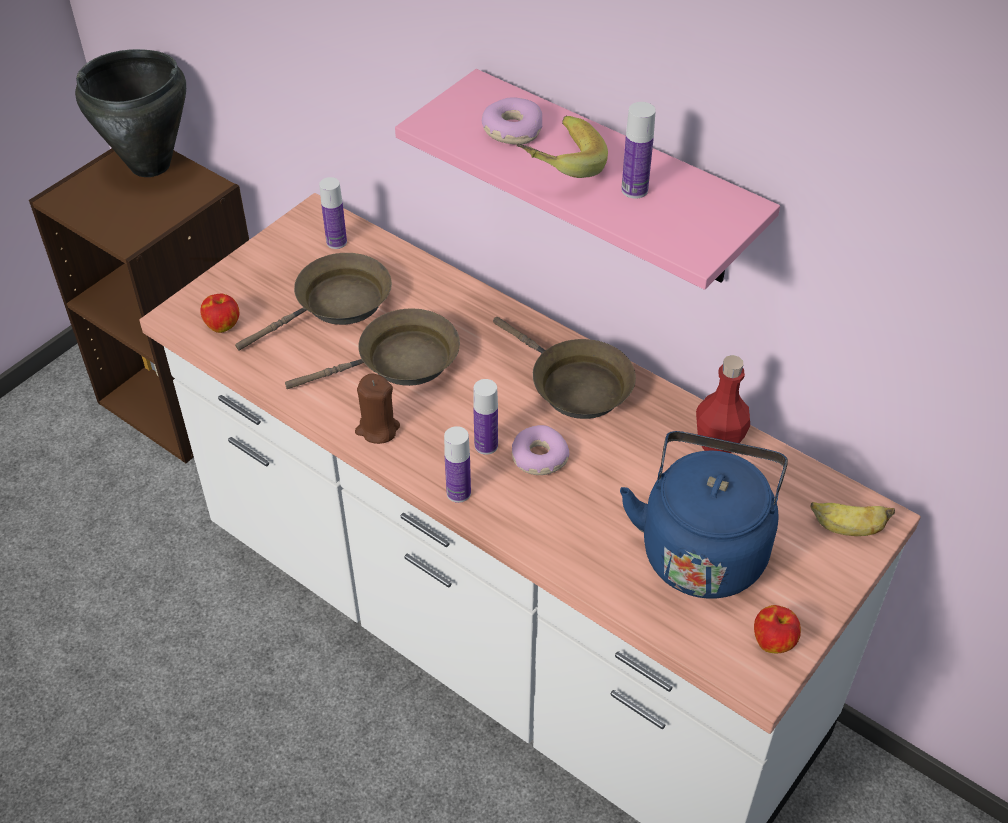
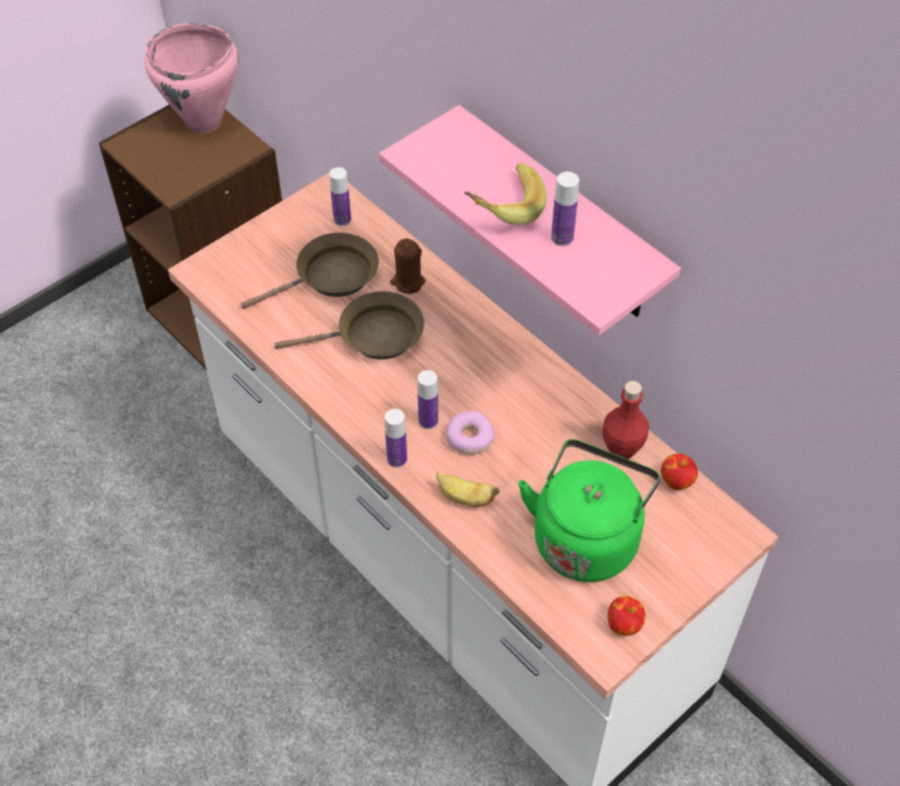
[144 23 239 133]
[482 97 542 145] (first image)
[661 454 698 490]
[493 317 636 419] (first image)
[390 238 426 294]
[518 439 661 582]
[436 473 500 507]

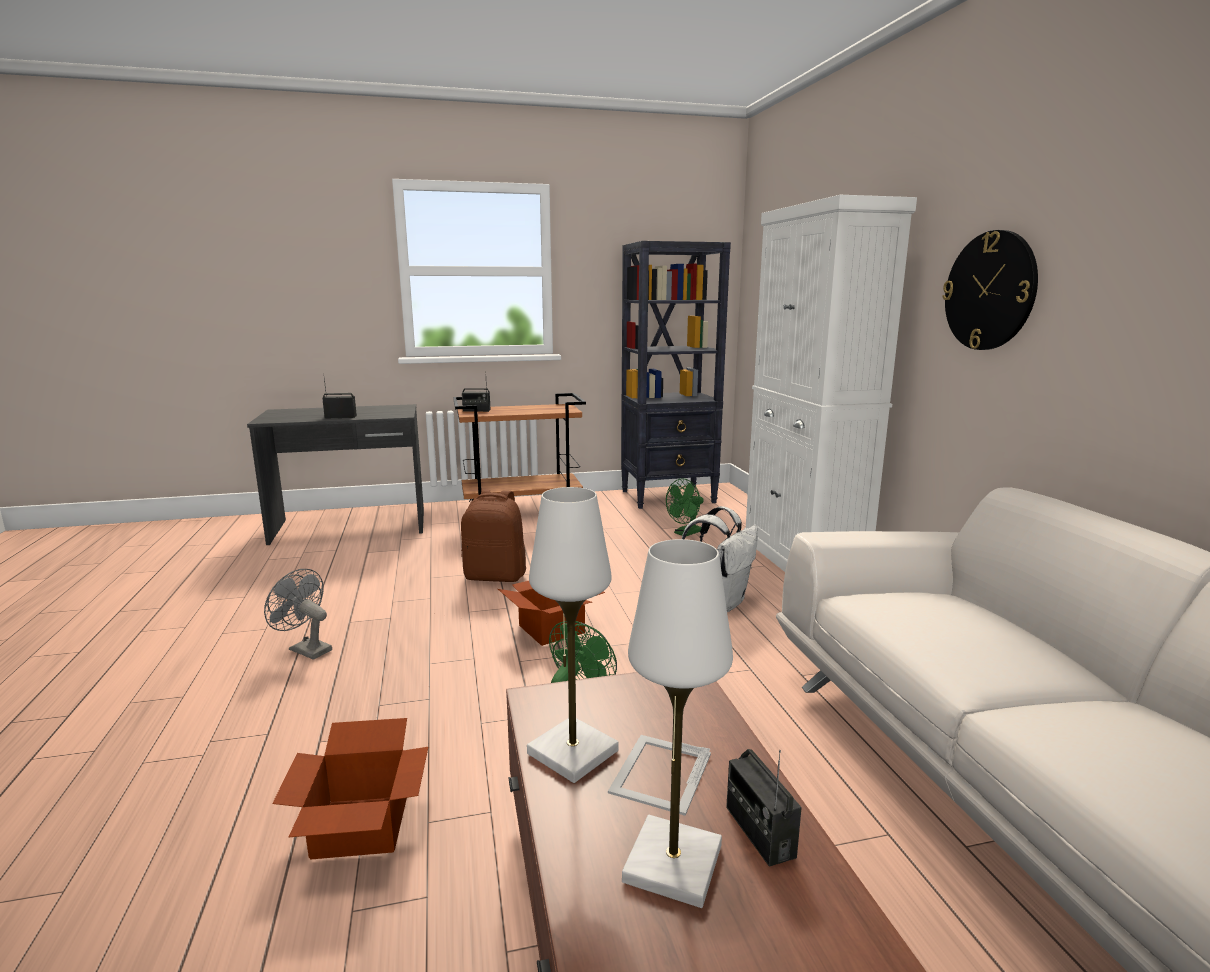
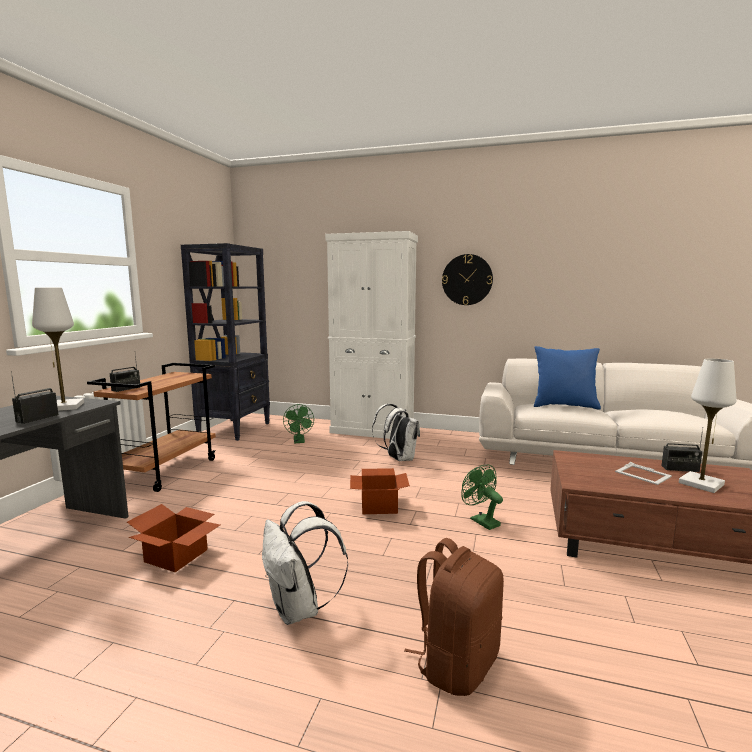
[32 288 84 411]
[404 538 504 696]
[262 501 348 625]
[127 504 220 572]
[534 346 601 410]

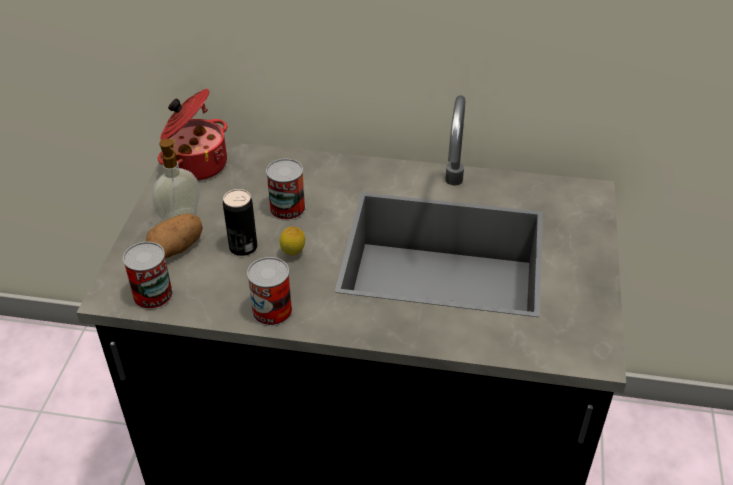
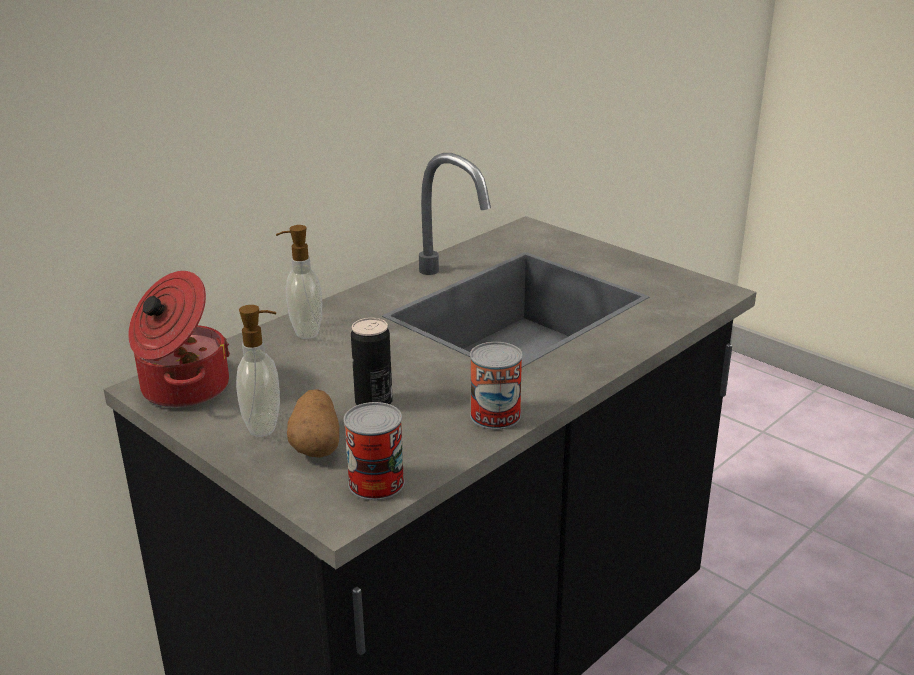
[266 159 305 221] (first image)
[280 227 305 255] (first image)
[276 225 322 339]

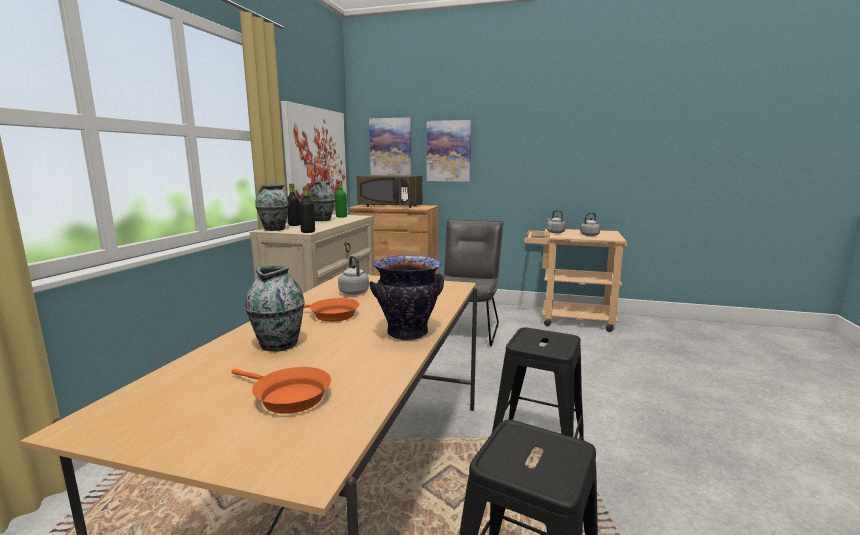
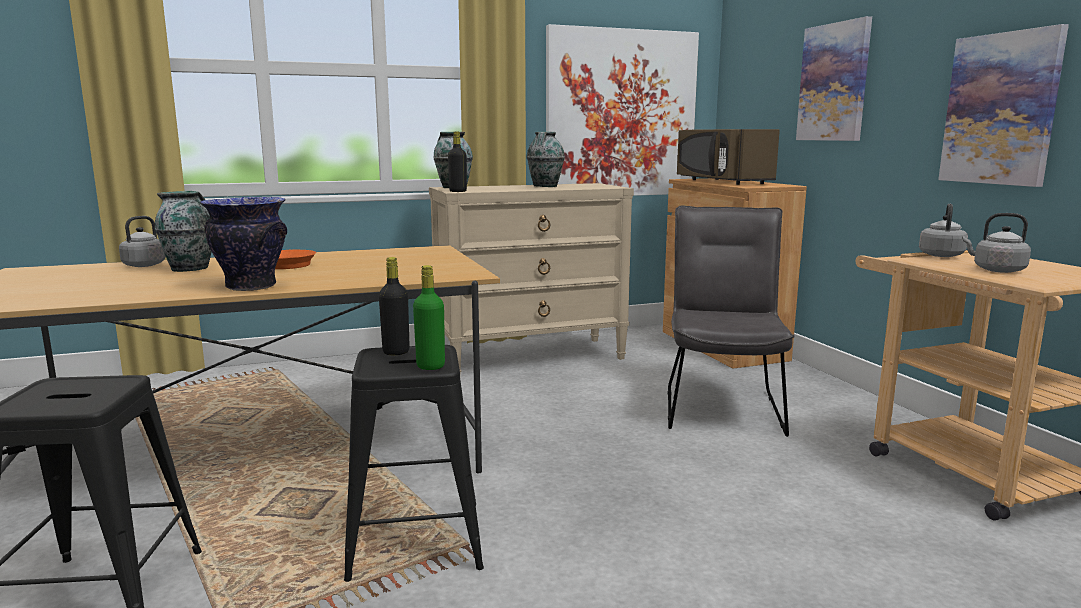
[938 24 1069 187]
[413 265 445 370]
[379 257 410 355]
[667 205 795 437]
[119 216 166 267]
[231 367 331 414] (first image)

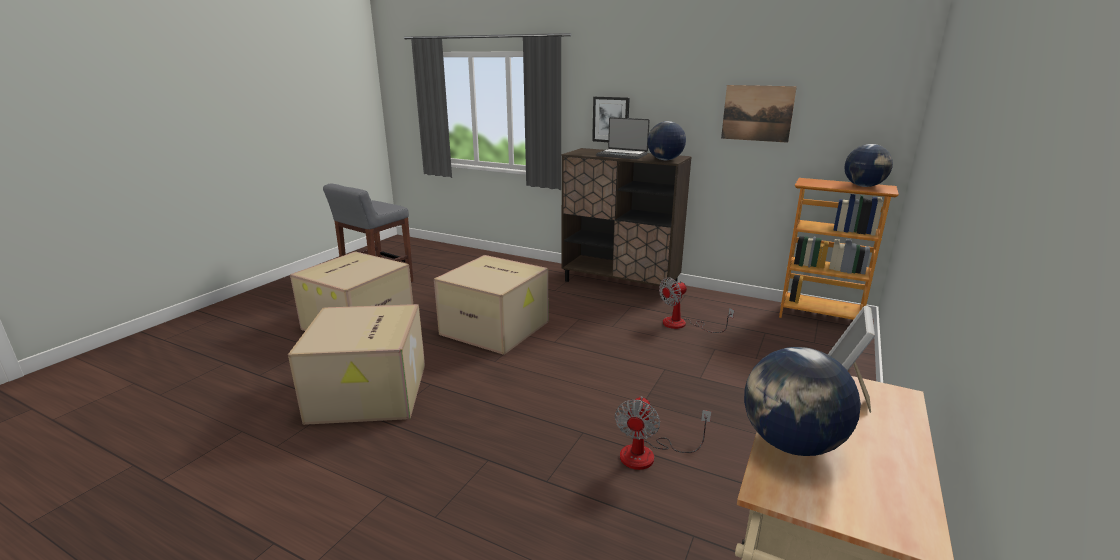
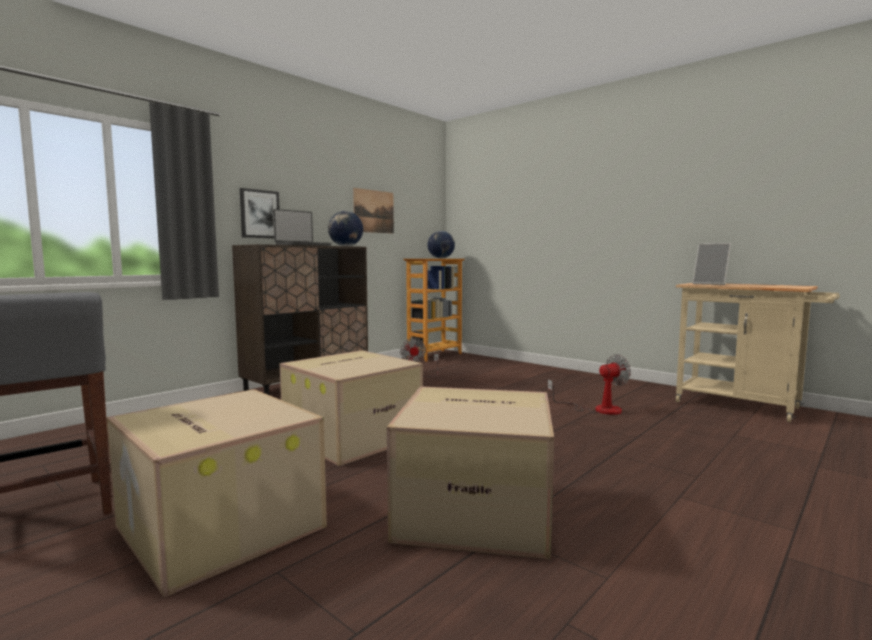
[744 347 861 456] (first image)
[548 354 631 415]

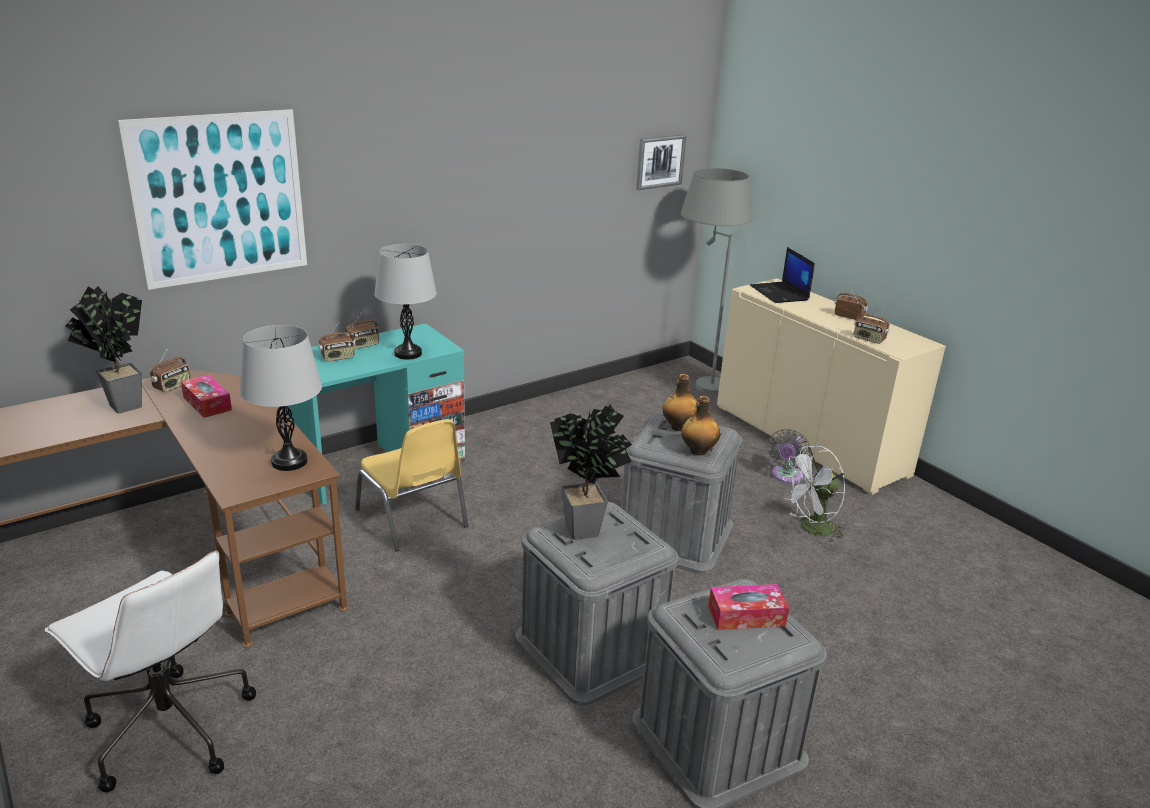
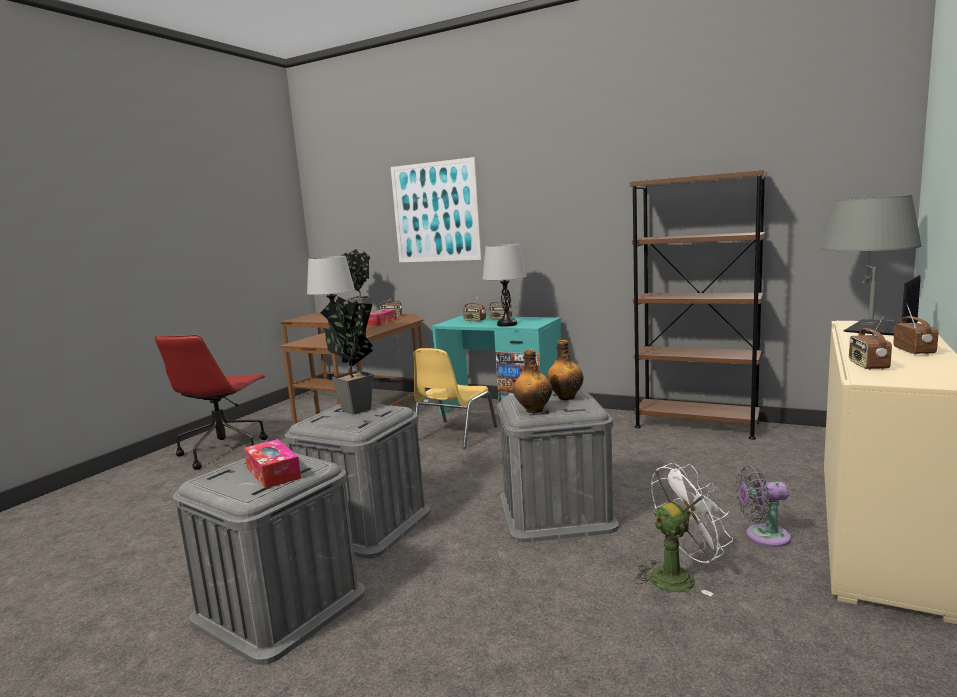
[636 135 686 190] (first image)
[634 463 733 596]
[155 335 268 470]
[630 170 767 440]

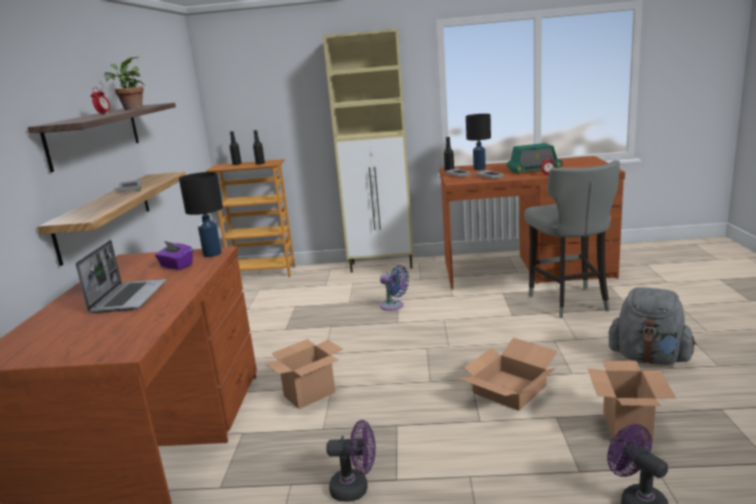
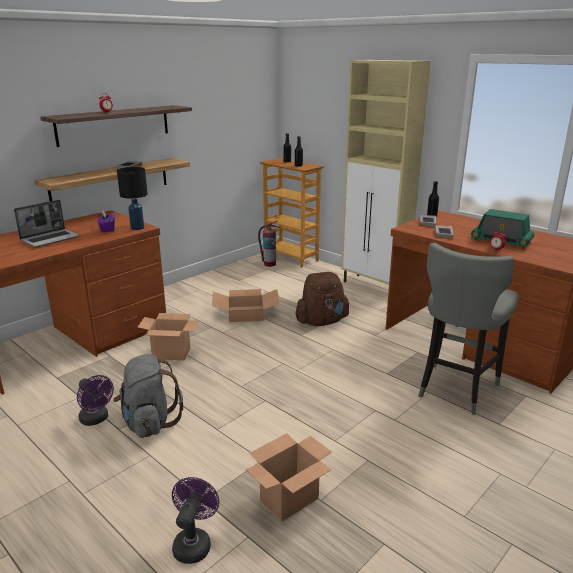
[104 57 145 110] (first image)
[466 114 491 170] (first image)
[295 272 350 326]
[113 354 183 438]
[212 289 280 322]
[258 221 280 267]

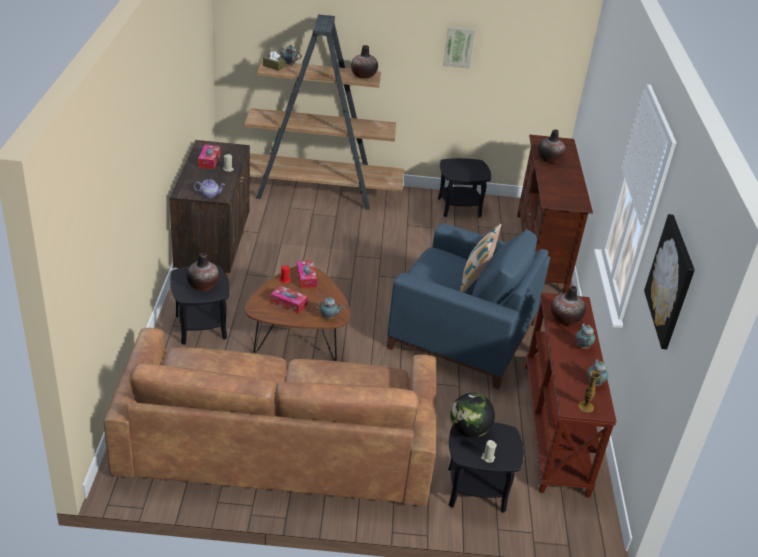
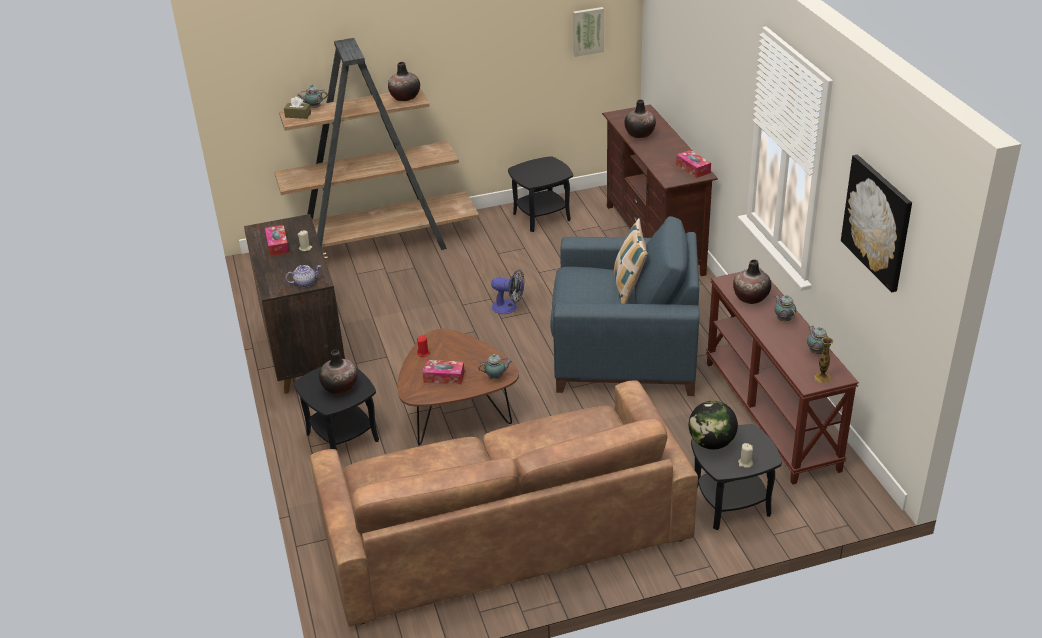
[573 7 604 57]
[676 150 711 178]
[491 270 524 314]

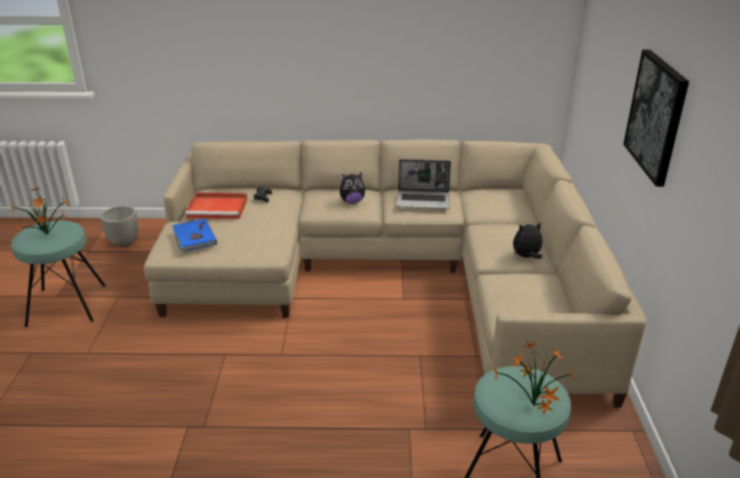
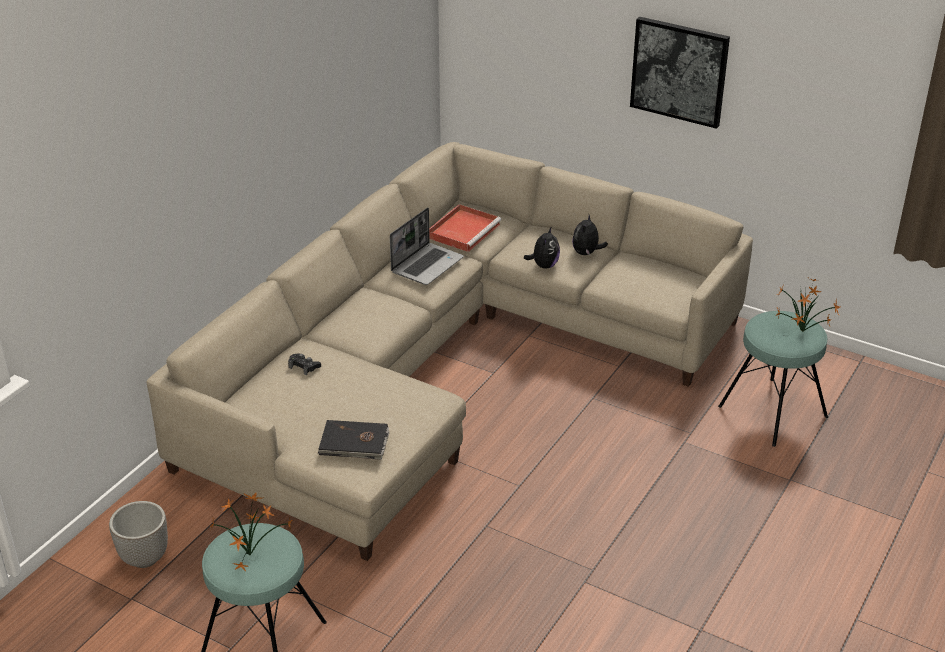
[524 226 560 269]
[429 204 501 252]
[318 420 390 460]

